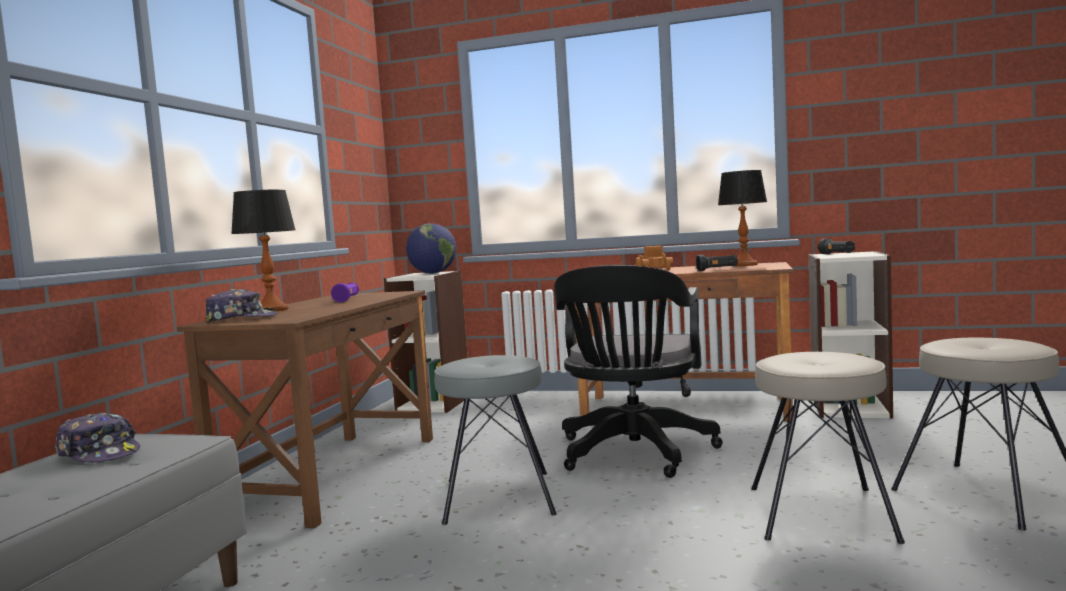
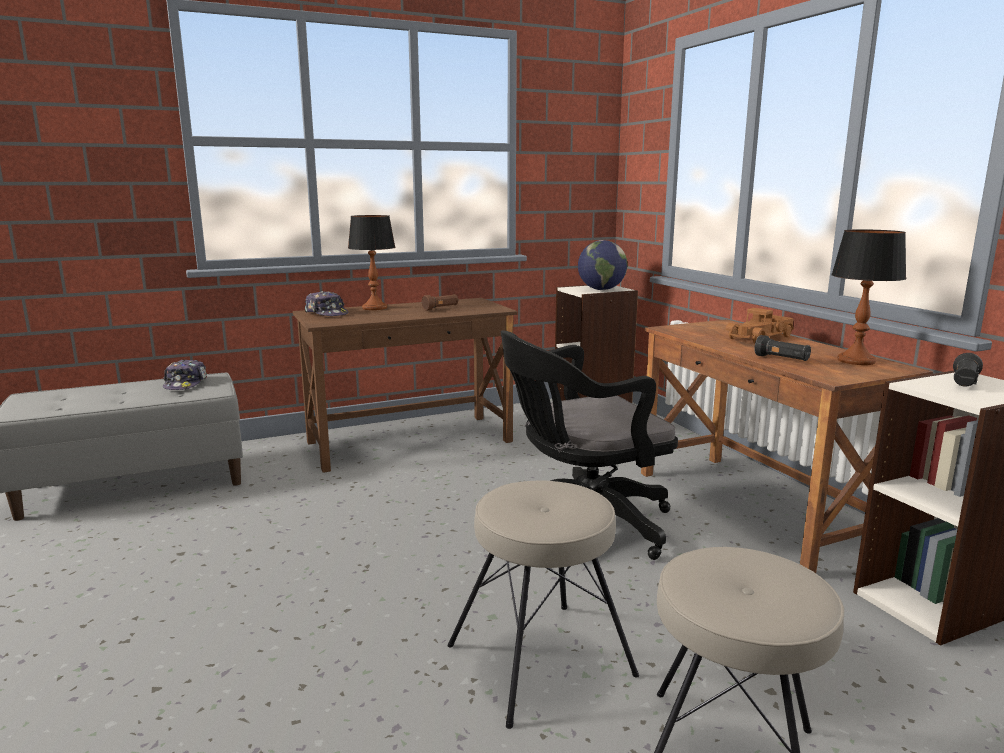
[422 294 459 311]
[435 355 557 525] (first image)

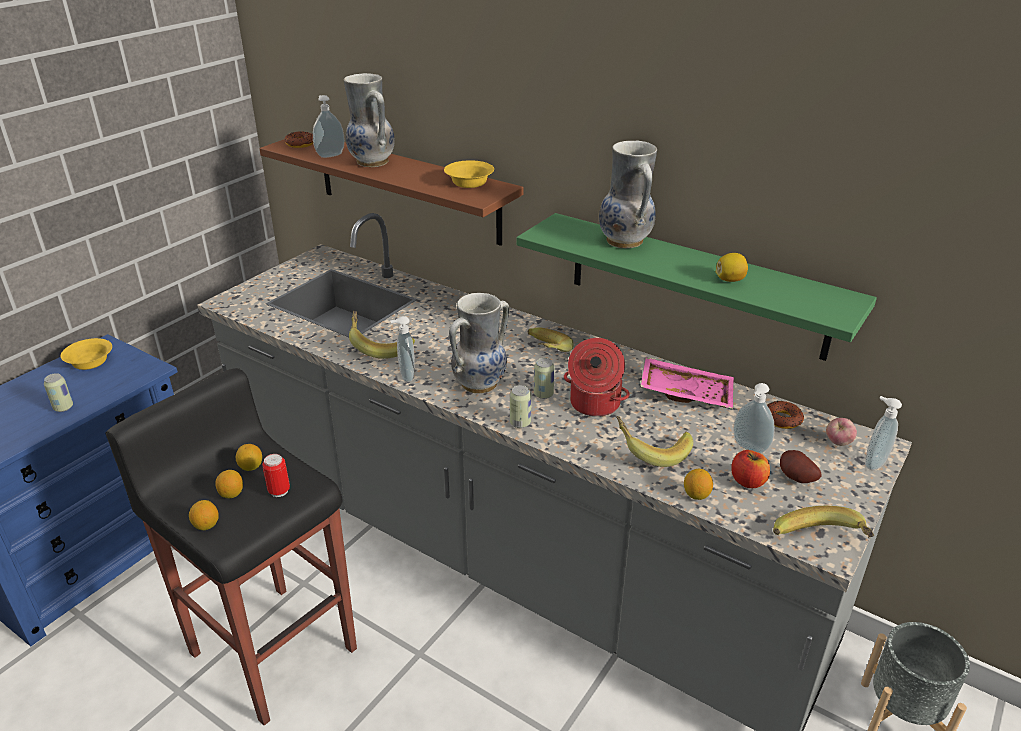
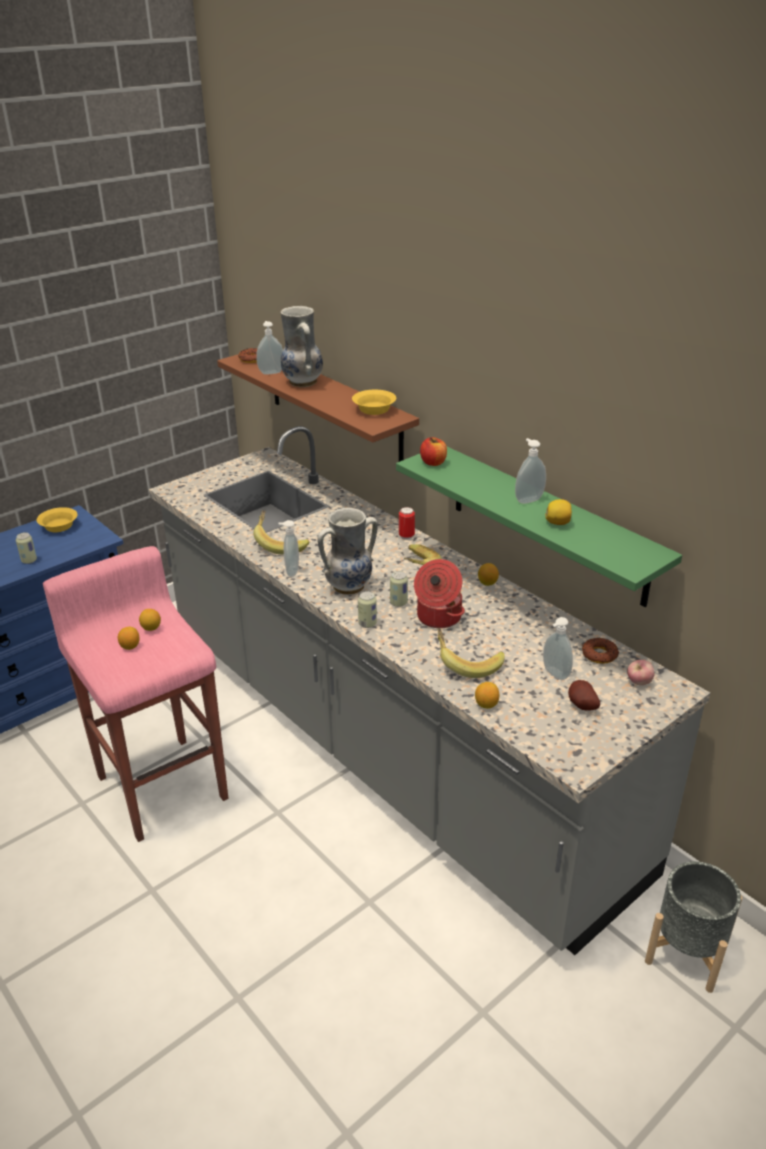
[599 141 657 248] (first image)
[640 357 734 409] (first image)
[43 546 228 842]
[515 438 546 504]
[420 437 447 466]
[399 507 415 540]
[478 563 499 586]
[773 506 874 538] (first image)

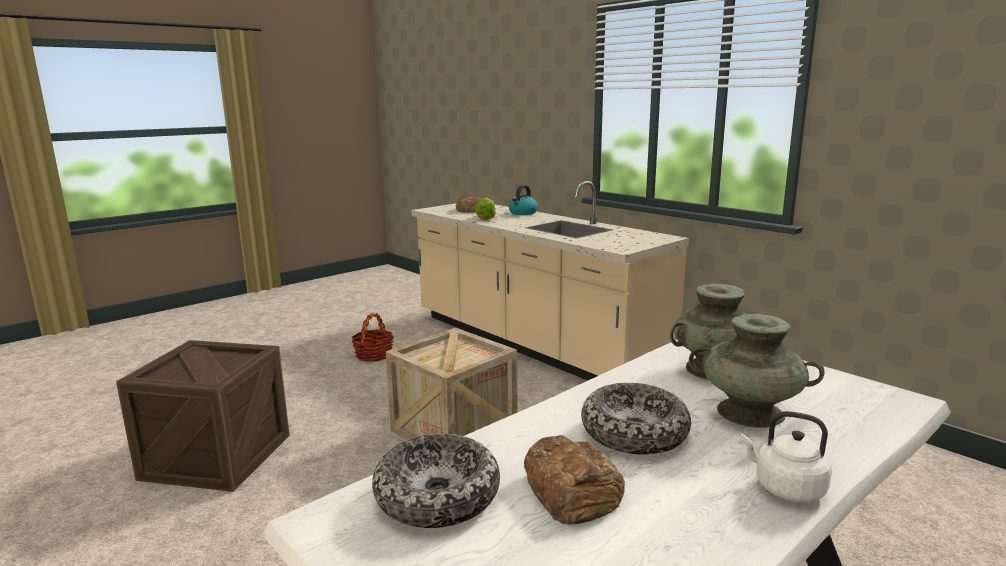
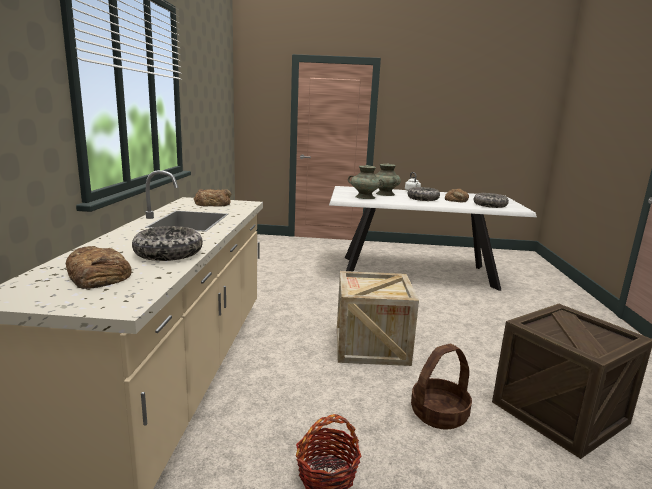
[509 185 538 215] (first image)
[132 226 203 261]
[194 189 232 206]
[411 344 472 429]

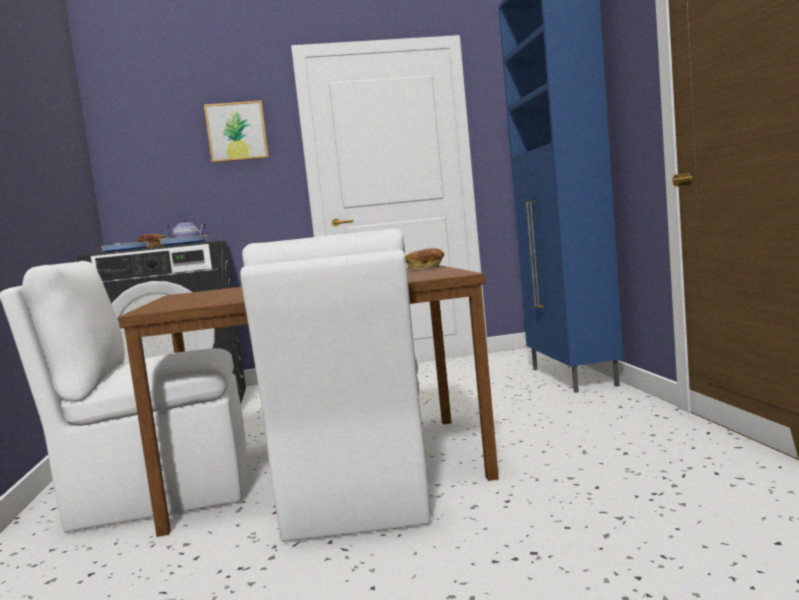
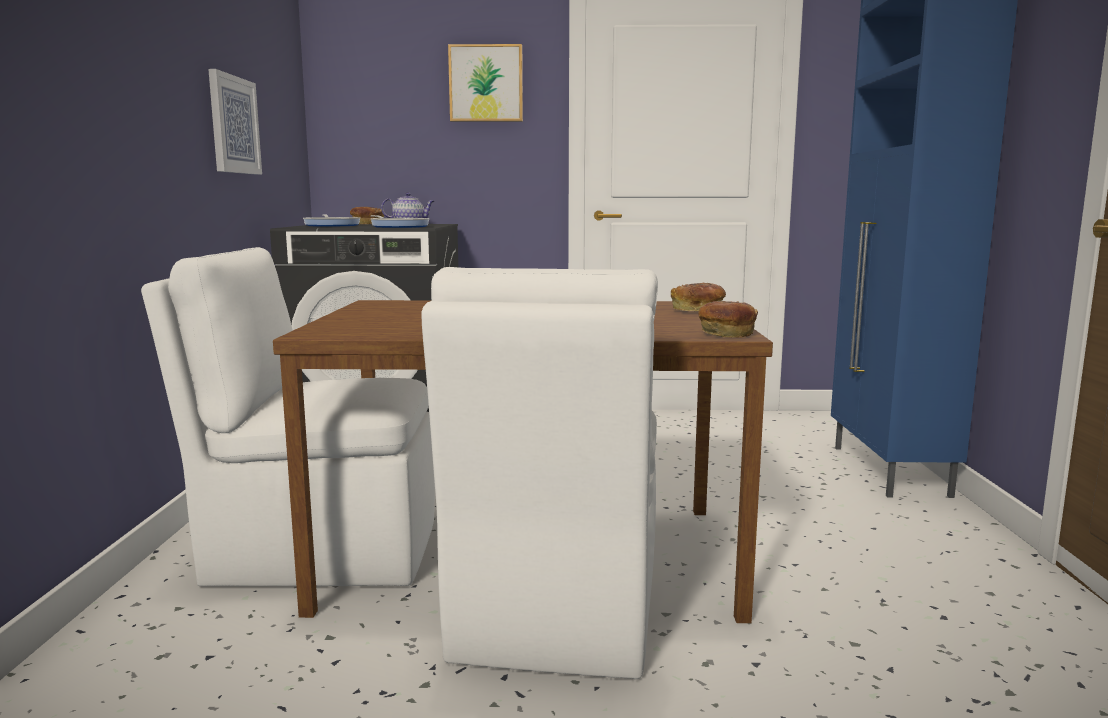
[208 69 262 175]
[698 301 758 338]

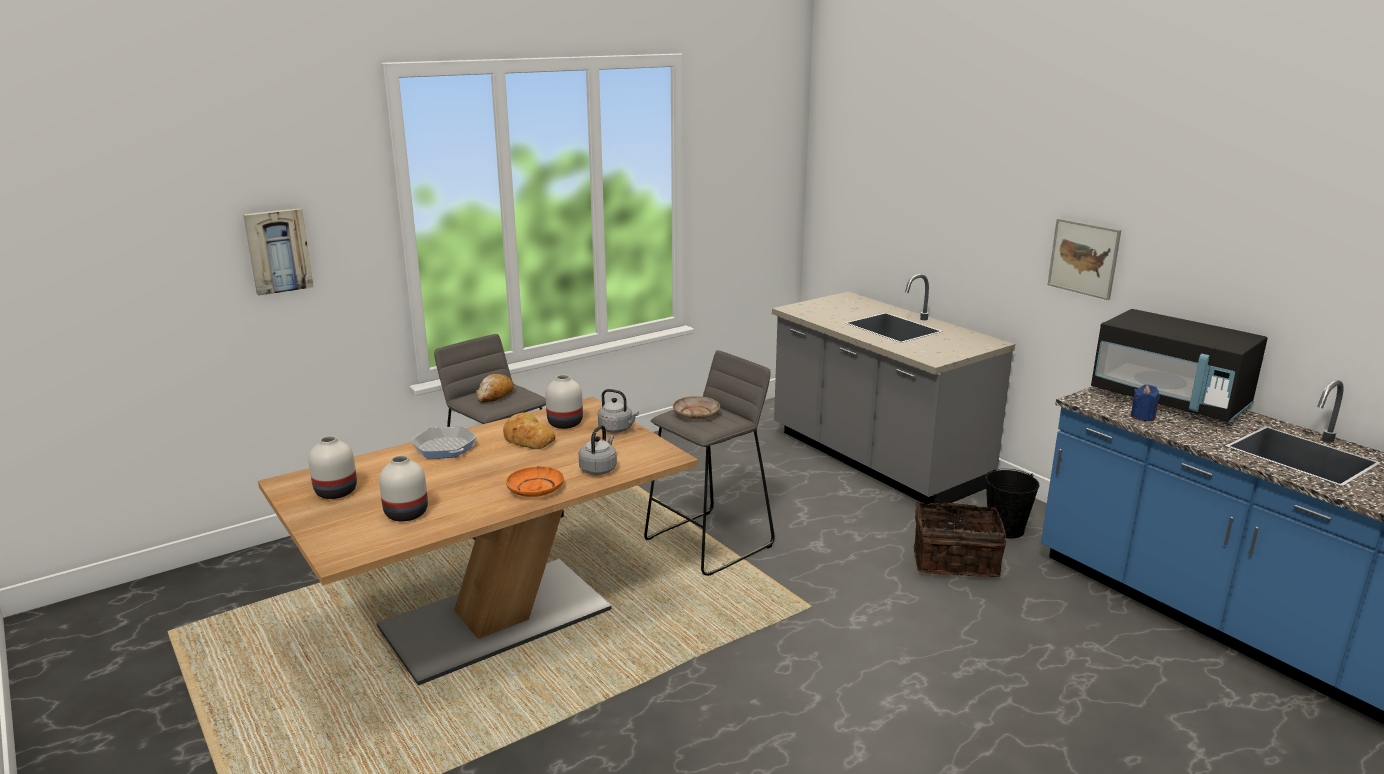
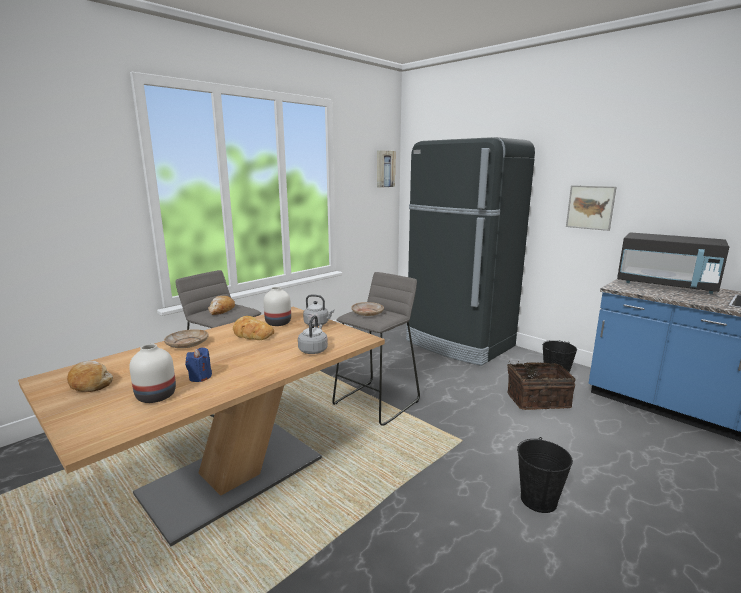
[377 150 395 188]
[406 137 535 366]
[185 347 212 382]
[164 329 209 348]
[67 361 113 392]
[506 466 564 497] (first image)
[517 437 573 513]

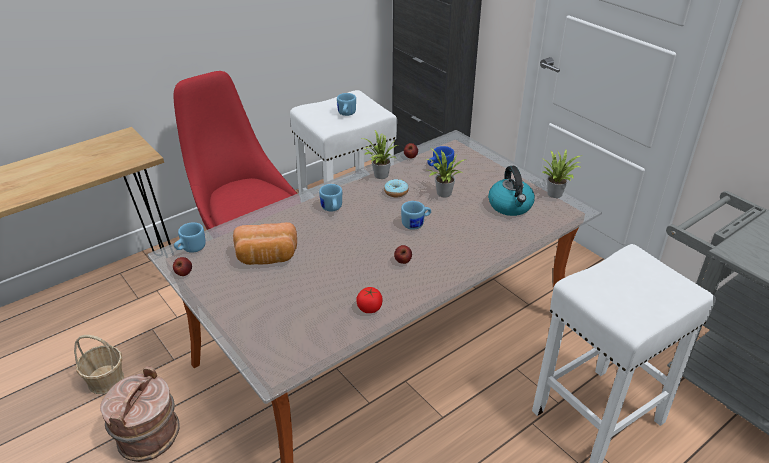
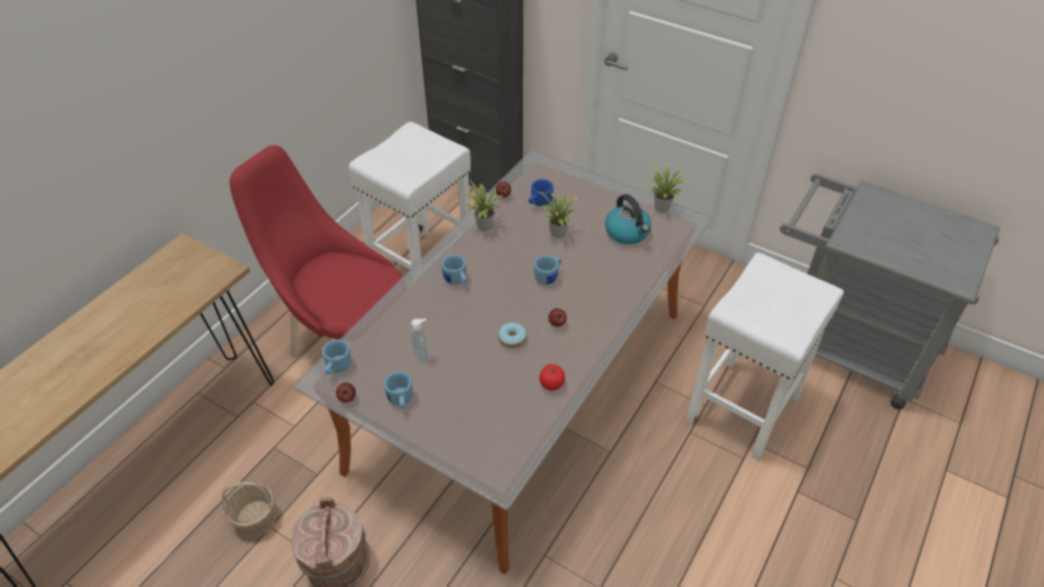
[384 371 413 409]
[498 322 527 348]
[411 318 428 364]

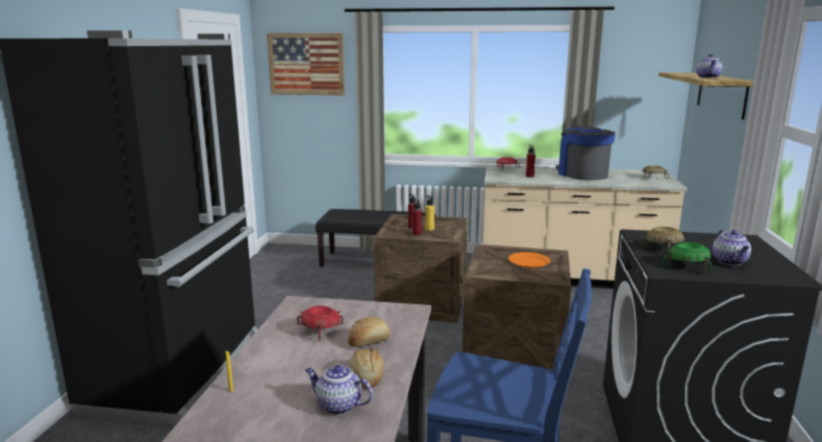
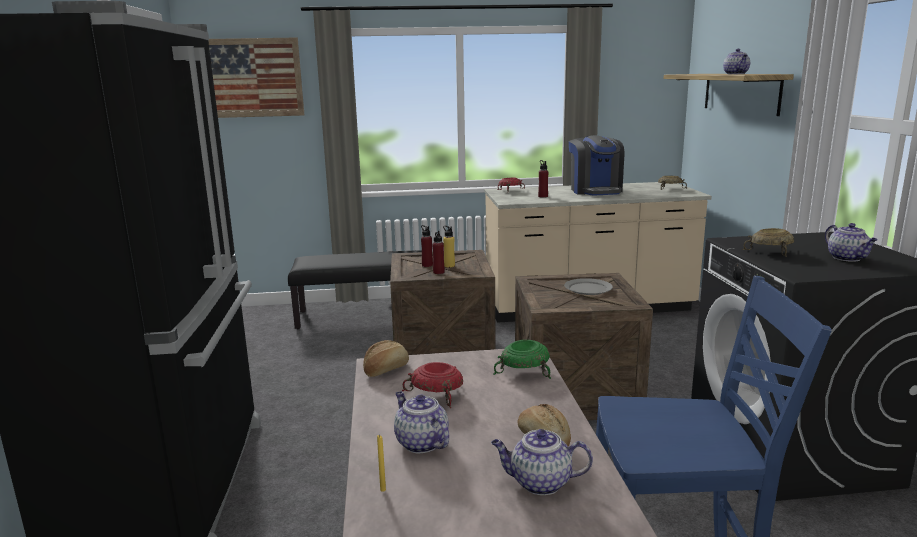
[569 135 624 196]
[493 340 551 379]
[564 278 613 295]
[363 340 409 377]
[394 391 449 453]

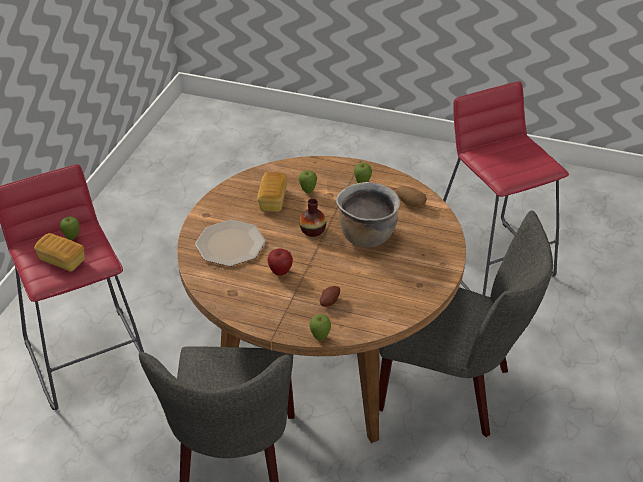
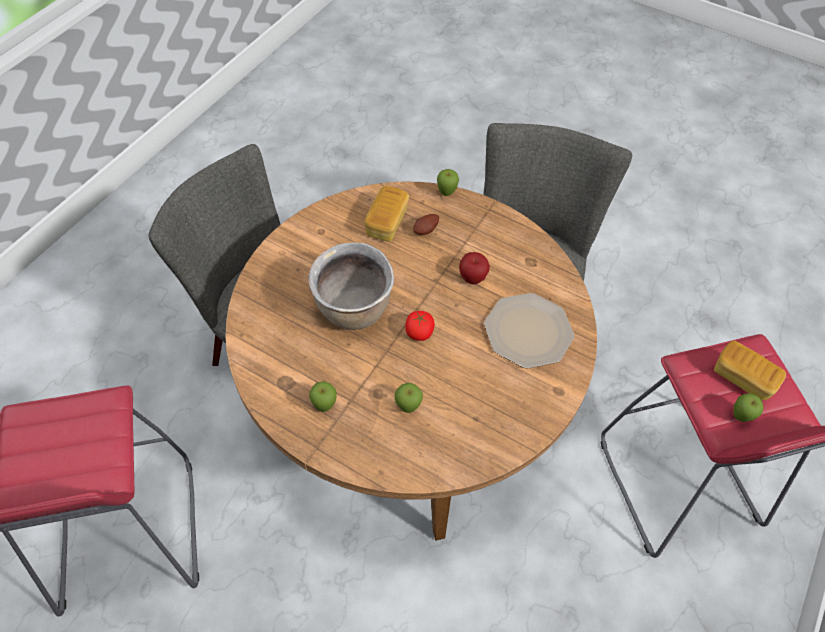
[364 186 409 242]
[396 186 427 207] (first image)
[405 311 435 341]

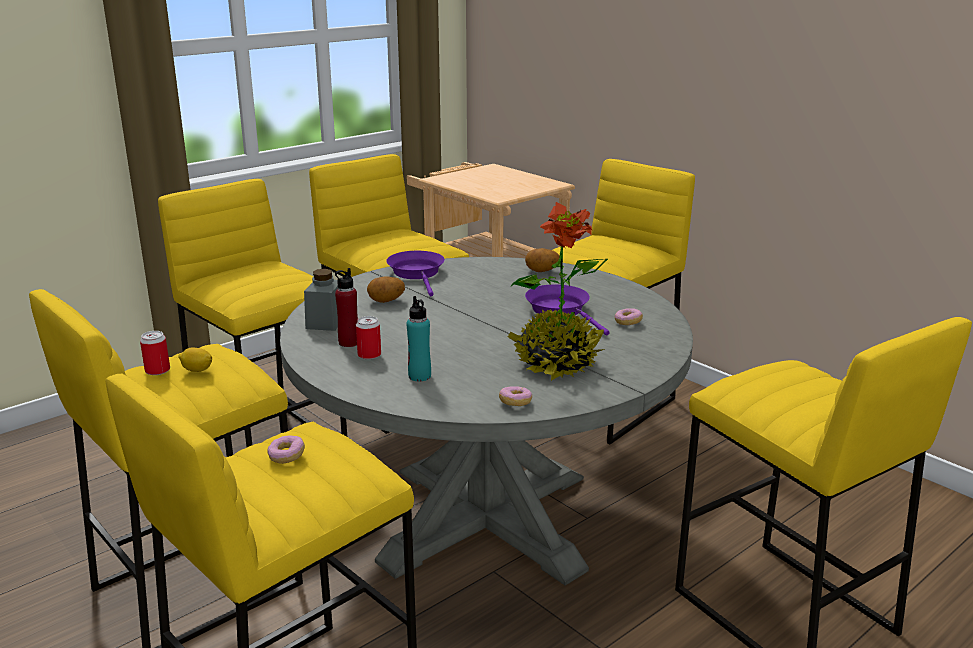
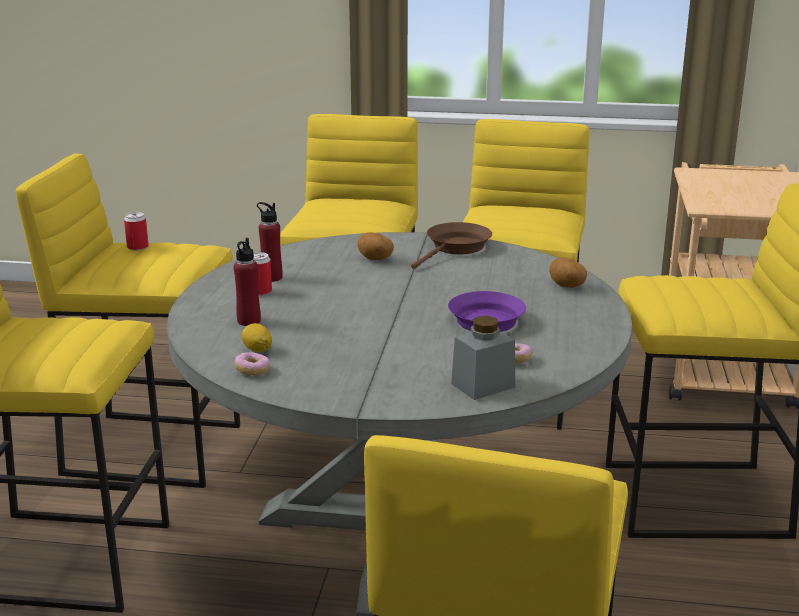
[508 202 608 381] (first image)
[411 222 492 269]
[451 316 515 400]
[234 238 261 326]
[242 323 272 352]
[267 435 305 464] (first image)

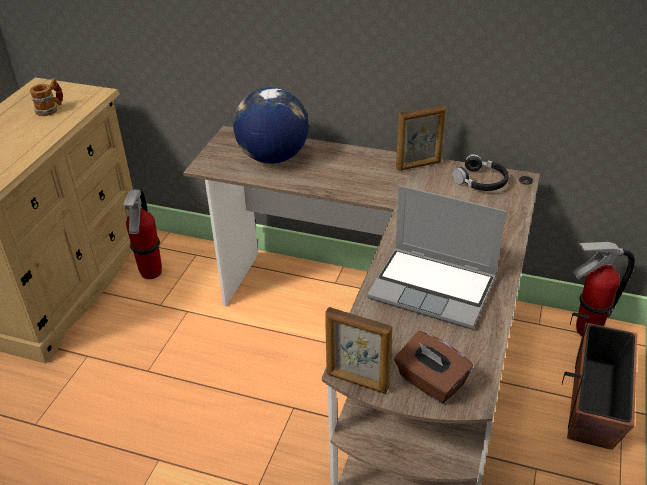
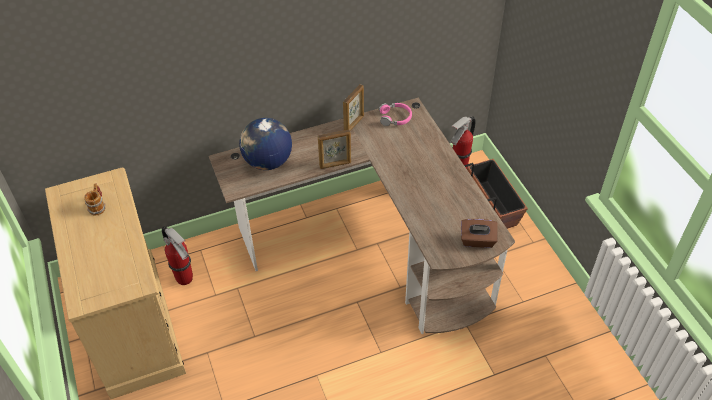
[379 103 412 126]
[367 185 506 329] (first image)
[318 130 351 169]

